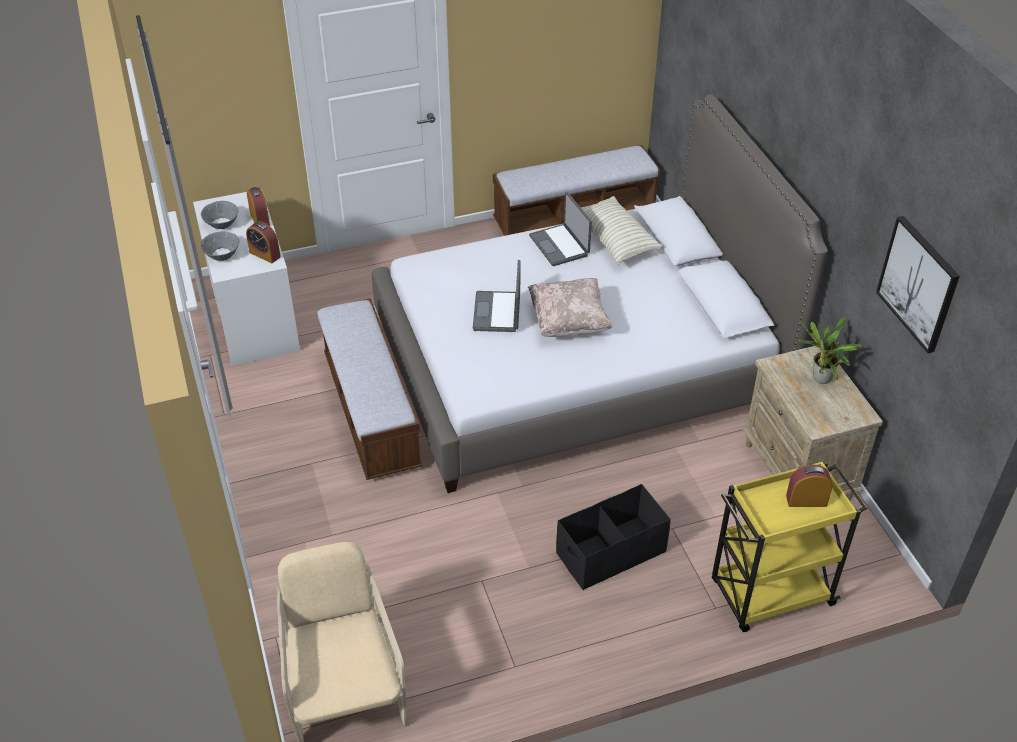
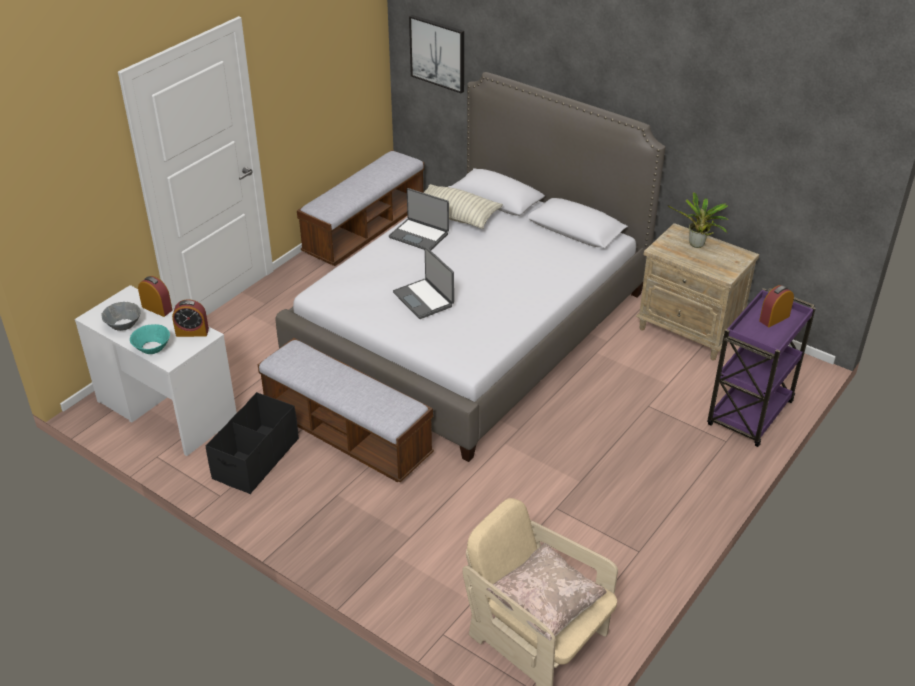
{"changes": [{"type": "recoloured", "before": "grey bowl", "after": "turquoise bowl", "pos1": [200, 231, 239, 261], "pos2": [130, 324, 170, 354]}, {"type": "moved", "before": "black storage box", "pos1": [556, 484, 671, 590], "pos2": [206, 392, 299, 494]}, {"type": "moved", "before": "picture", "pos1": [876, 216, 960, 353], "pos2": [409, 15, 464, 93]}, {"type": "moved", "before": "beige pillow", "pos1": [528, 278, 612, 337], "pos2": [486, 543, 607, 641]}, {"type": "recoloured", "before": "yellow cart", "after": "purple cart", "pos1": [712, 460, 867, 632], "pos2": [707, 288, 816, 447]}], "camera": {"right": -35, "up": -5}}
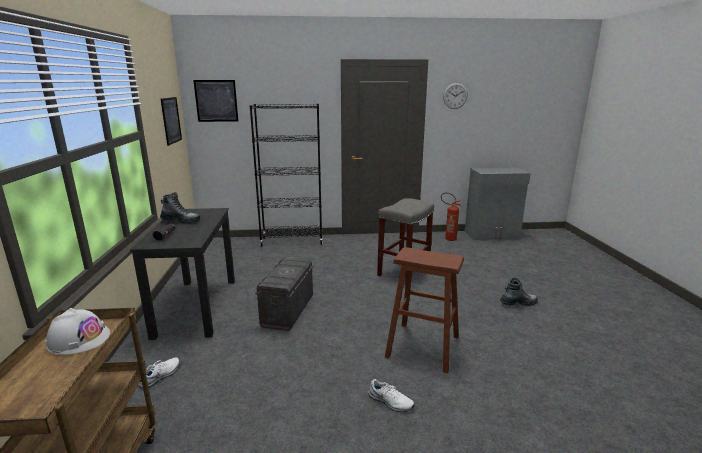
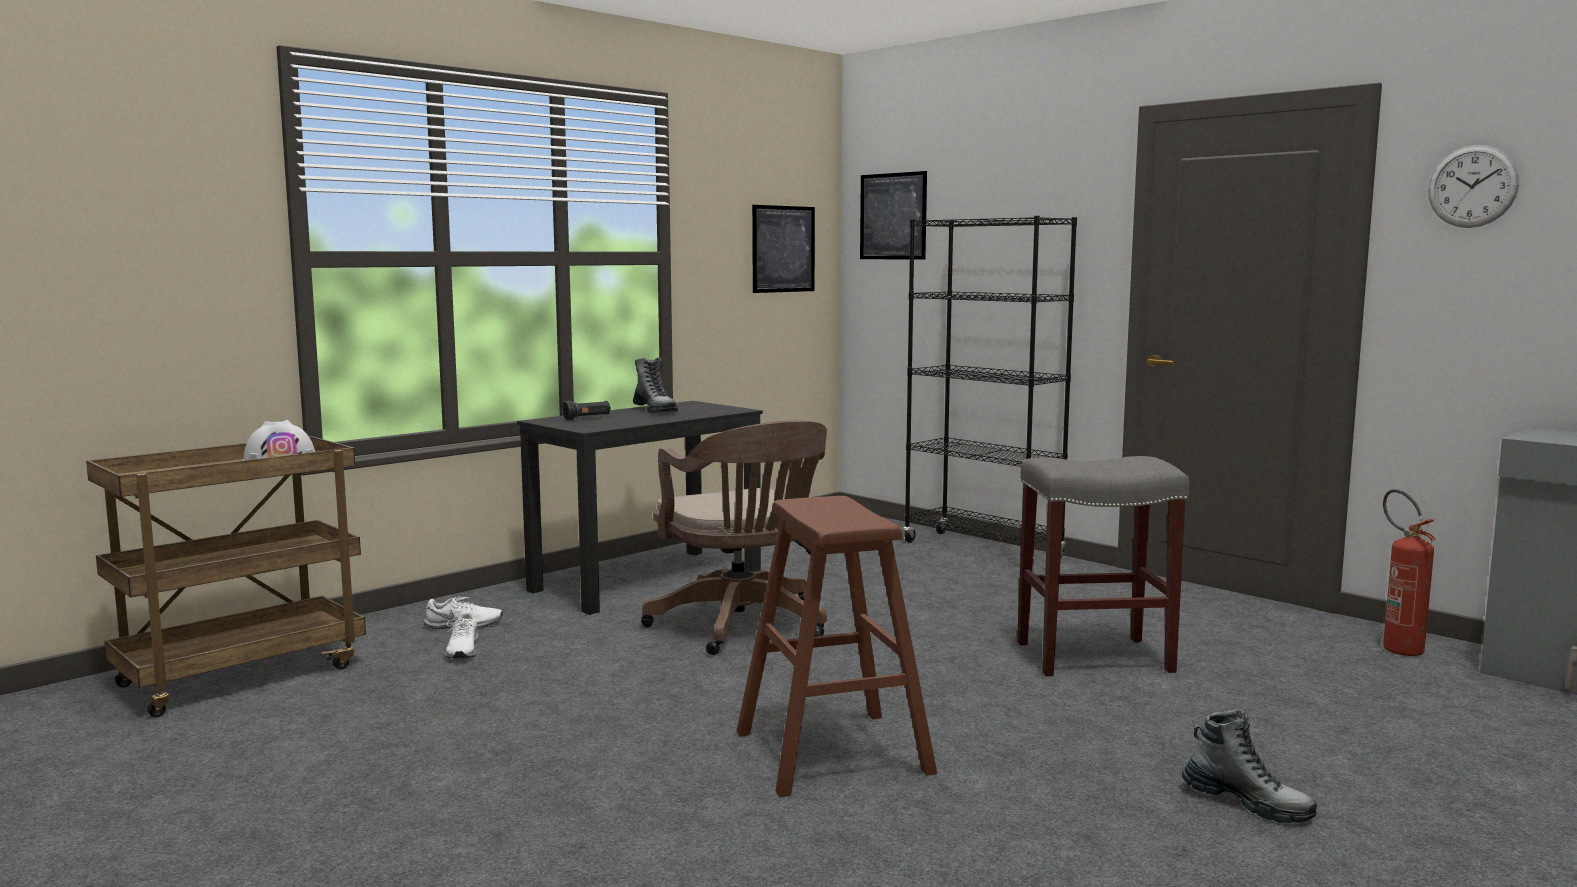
{"changes": [{"type": "moved", "before": "white shoe", "pos1": [368, 379, 414, 412], "pos2": [445, 612, 479, 659]}, {"type": "replaced", "before": "grey storage box", "after": "brown office chair", "pos1": [255, 257, 314, 331], "pos2": [641, 421, 827, 655]}], "camera": {"right": 50, "up": -10}}
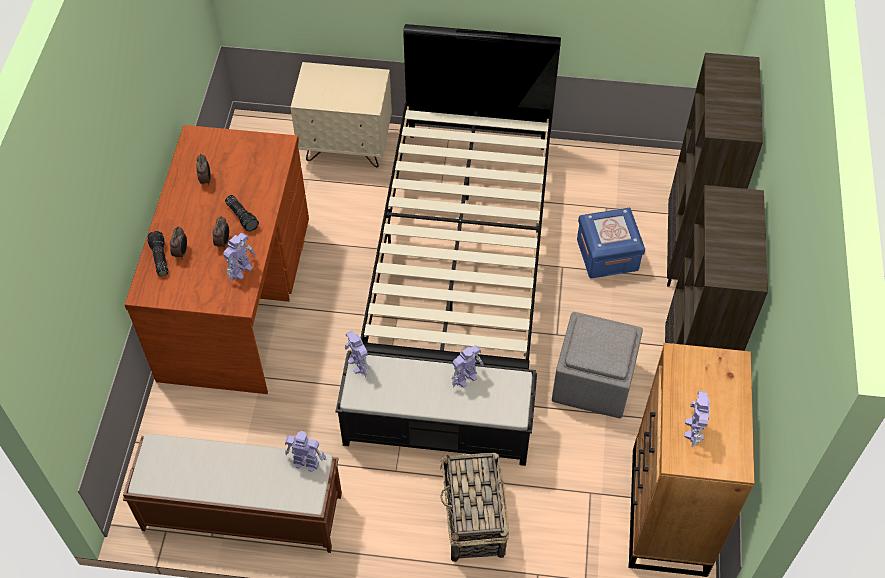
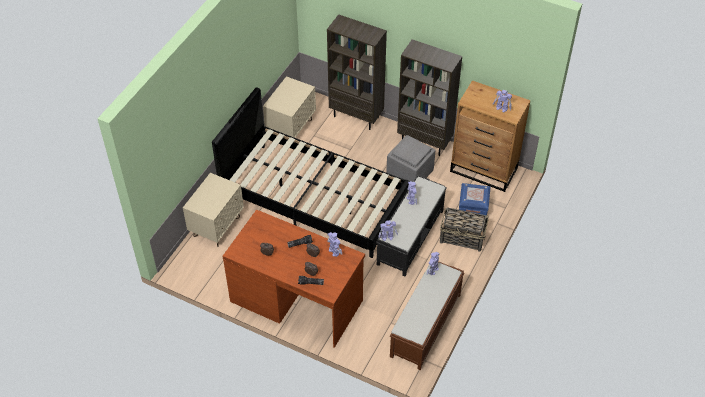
{"changes": [{"type": "added", "after": "beige nightstand", "pos2": [263, 76, 316, 138]}, {"type": "moved", "before": "blue storage box", "pos1": [577, 208, 645, 279], "pos2": [459, 183, 491, 215]}], "camera": {"right": -70, "up": -5}}
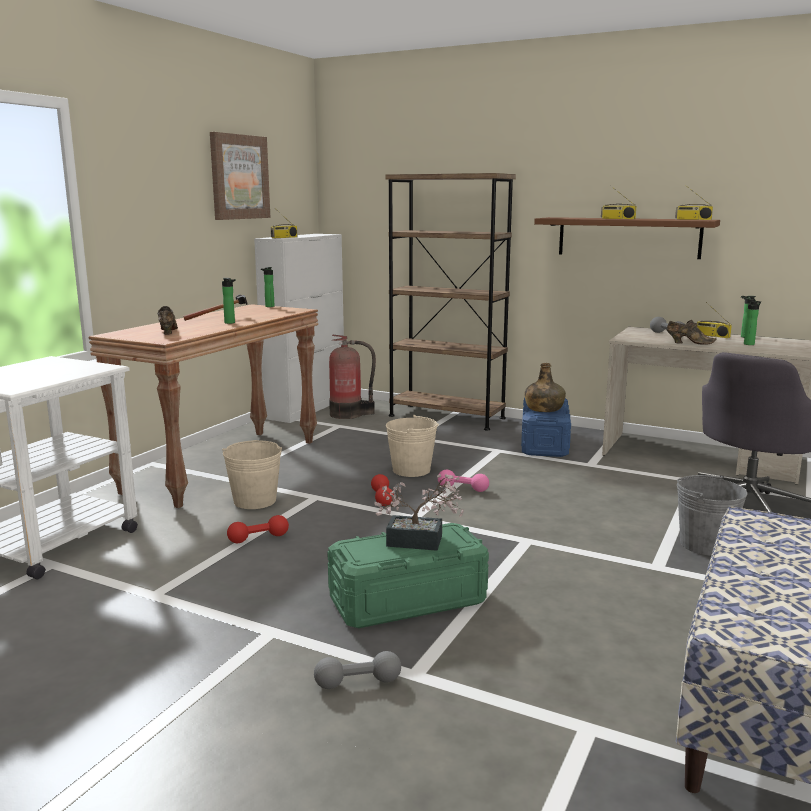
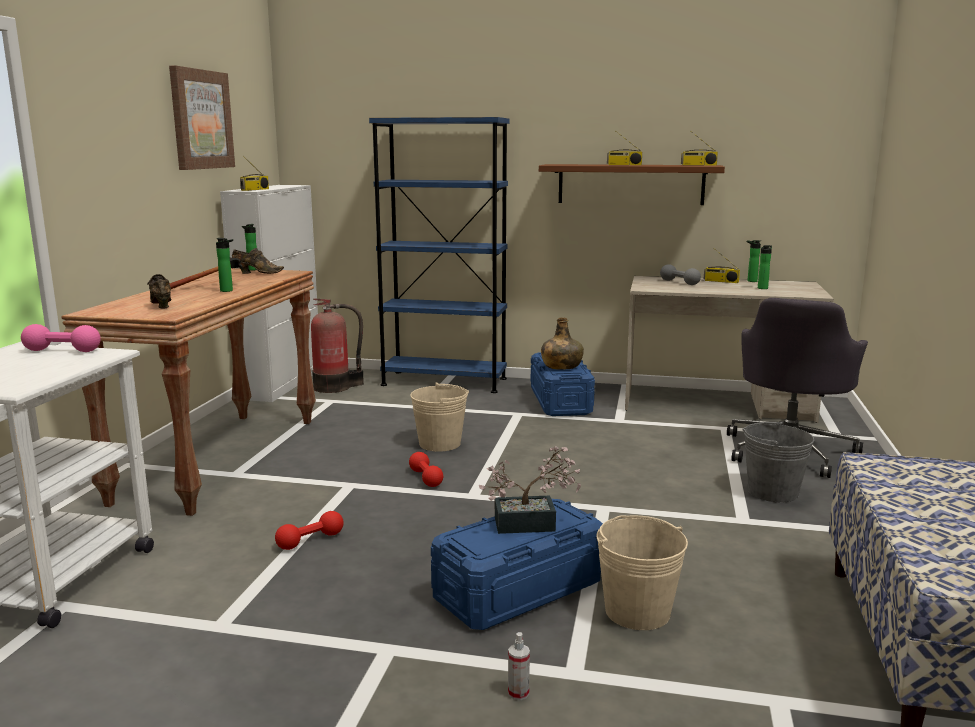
{"changes": [{"type": "moved", "before": "pink dumbbell", "pos1": [438, 470, 489, 492], "pos2": [21, 324, 101, 352]}, {"type": "moved", "before": "brown shoe", "pos1": [667, 320, 717, 345], "pos2": [232, 248, 284, 274]}, {"type": "recoloured", "before": "brown bookcase", "after": "blue bookcase", "pos1": [385, 173, 516, 430], "pos2": [369, 117, 510, 393]}, {"type": "recoloured", "before": "green storage box", "after": "blue storage box", "pos1": [327, 523, 489, 628], "pos2": [431, 499, 603, 630]}, {"type": "replaced", "before": "grey dumbbell", "after": "spray bottle", "pos1": [314, 651, 401, 689], "pos2": [508, 632, 530, 700]}, {"type": "moved", "before": "beige bucket", "pos1": [222, 440, 282, 509], "pos2": [596, 515, 688, 630]}], "camera": {"right": -15, "up": 0}}
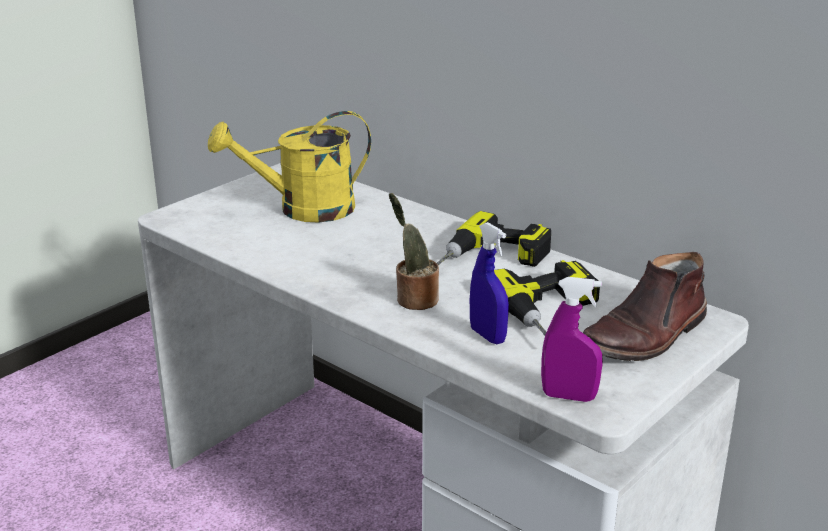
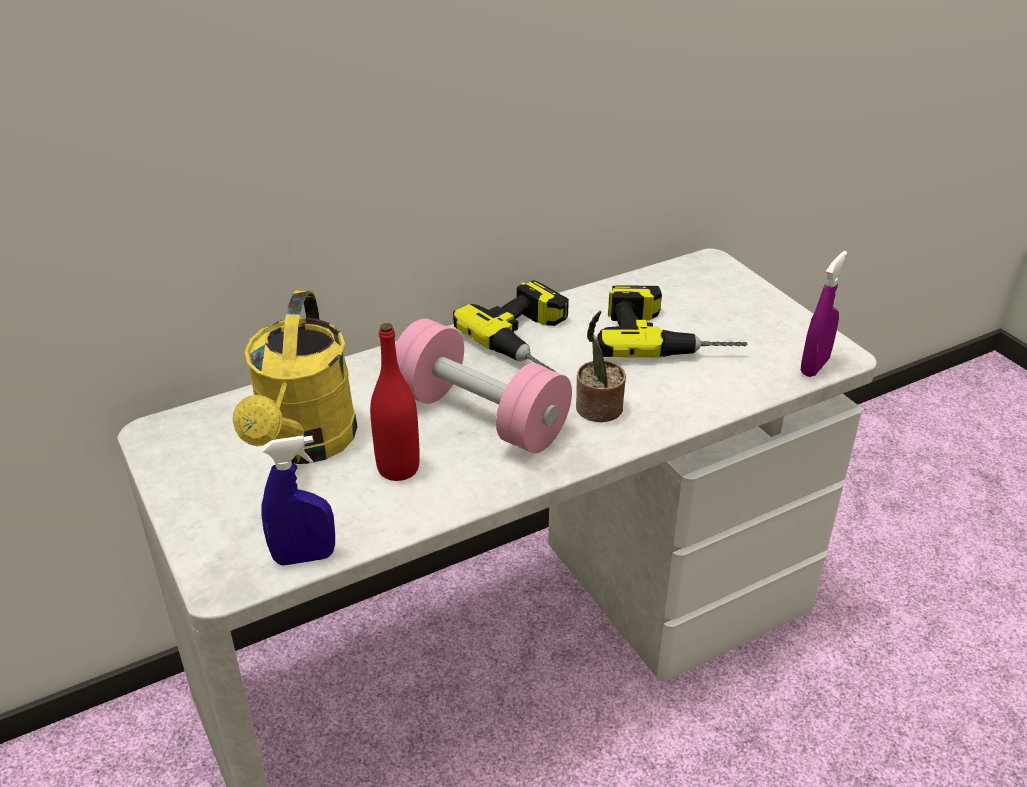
{"changes": [{"type": "moved", "before": "blue spray bottle", "pos1": [470, 222, 509, 344], "pos2": [261, 435, 335, 566]}, {"type": "added", "after": "red bottle", "pos2": [370, 323, 420, 481]}, {"type": "added", "after": "pink dumbbell", "pos2": [395, 318, 572, 454]}, {"type": "removed", "before": "brown boot", "pos1": [583, 252, 707, 361]}], "camera": {"right": -70, "up": 10}}
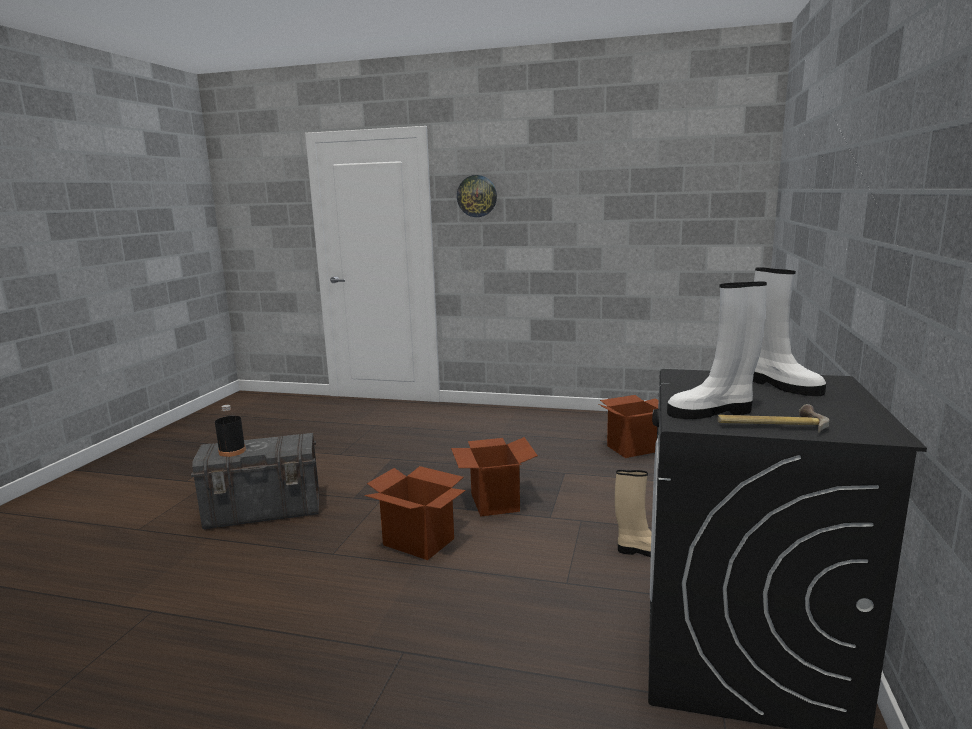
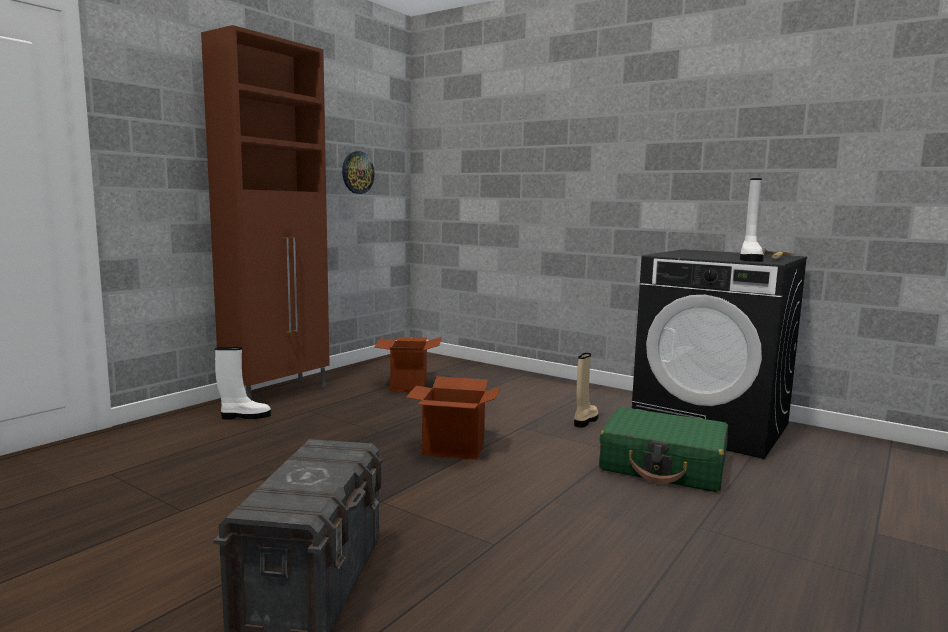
{"changes": [{"type": "added", "after": "brown cabinet", "pos2": [201, 25, 330, 400]}, {"type": "moved", "before": "white boot", "pos1": [753, 267, 826, 396], "pos2": [215, 347, 271, 420]}, {"type": "moved", "before": "wall clock", "pos1": [457, 175, 497, 217], "pos2": [342, 151, 375, 194]}, {"type": "added", "after": "green suitcase", "pos2": [599, 407, 728, 492]}, {"type": "removed", "before": "black bottle", "pos1": [215, 405, 246, 457]}, {"type": "removed", "before": "cardboard box", "pos1": [364, 466, 466, 560]}], "camera": {"right": -70, "up": -5}}
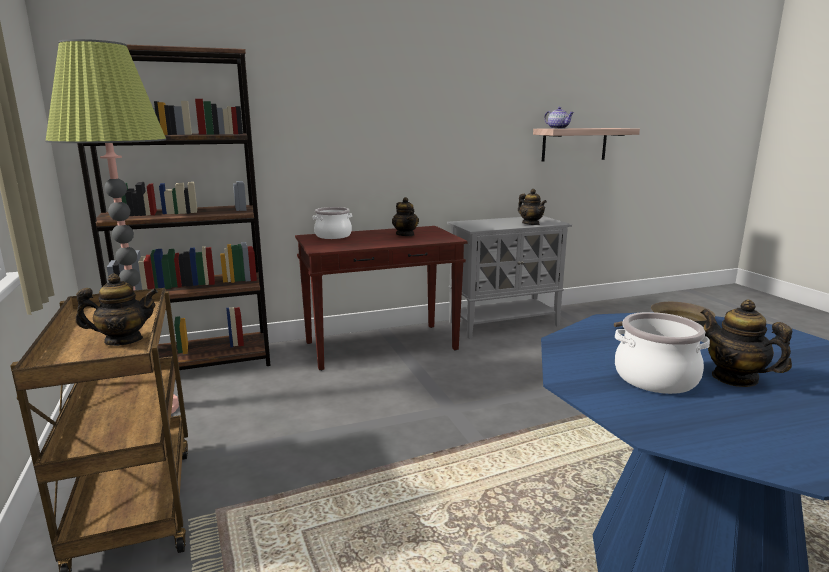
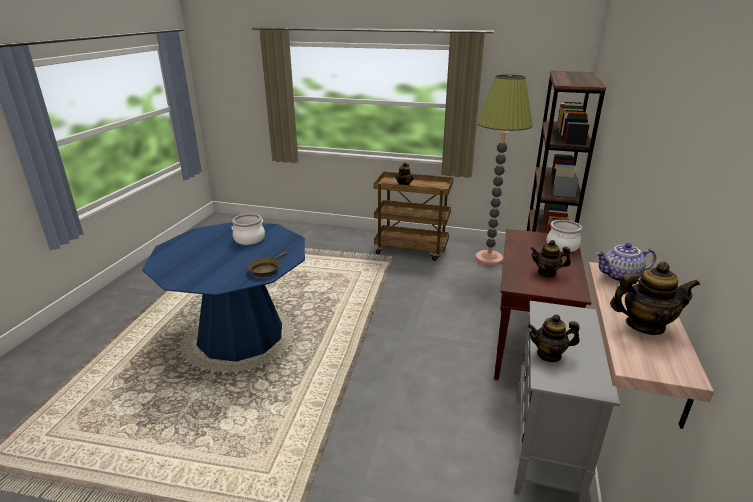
{"changes": [{"type": "moved", "before": "teapot", "pos1": [701, 299, 792, 387], "pos2": [610, 262, 700, 335]}], "camera": {"right": 125, "up": 10}}
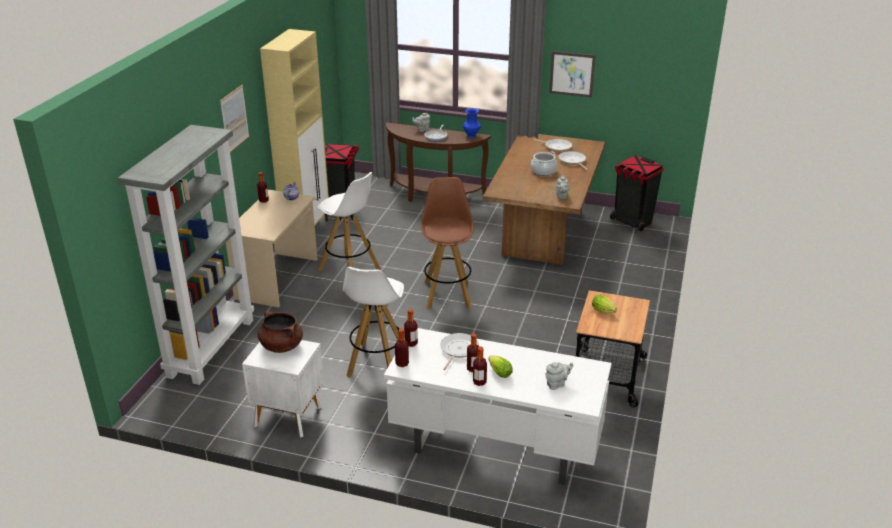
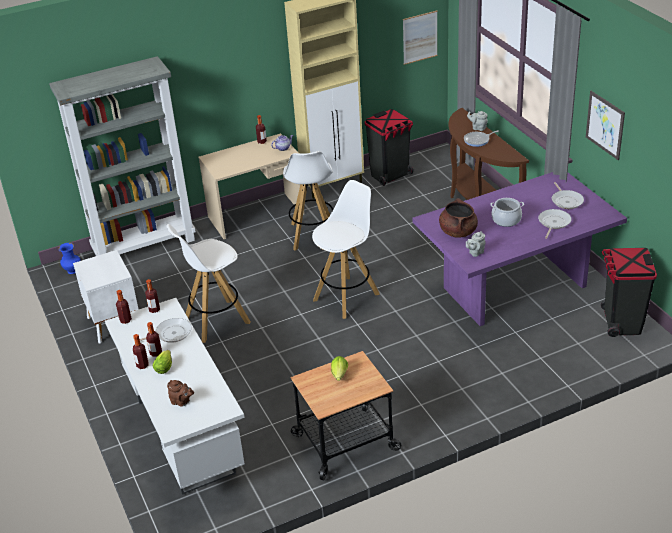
{"changes": [{"type": "moved", "before": "blue vase", "pos1": [463, 108, 481, 138], "pos2": [58, 243, 81, 274]}, {"type": "recoloured", "before": "grey teapot", "after": "brown teapot", "pos1": [546, 362, 573, 390], "pos2": [167, 380, 194, 407]}, {"type": "recoloured", "before": "brown stool", "after": "white stool", "pos1": [421, 177, 474, 310], "pos2": [312, 180, 380, 319]}, {"type": "moved", "before": "picture", "pos1": [220, 85, 249, 152], "pos2": [403, 11, 438, 65]}, {"type": "recoloured", "before": "brown dining table", "after": "purple dining table", "pos1": [483, 134, 605, 265], "pos2": [412, 172, 627, 326]}, {"type": "moved", "before": "brown cooking pot", "pos1": [258, 311, 303, 353], "pos2": [439, 198, 478, 238]}], "camera": {"right": 50, "up": 5}}
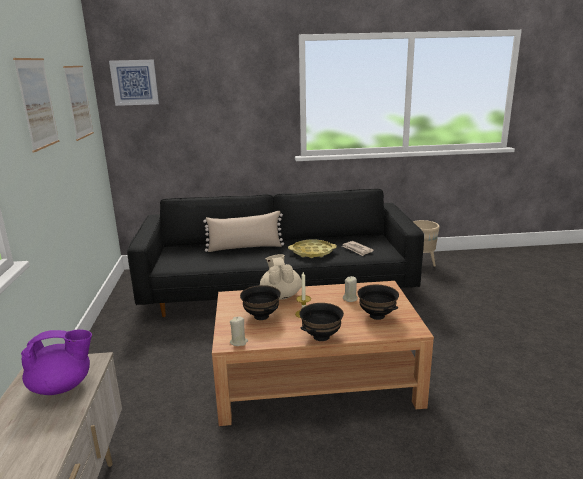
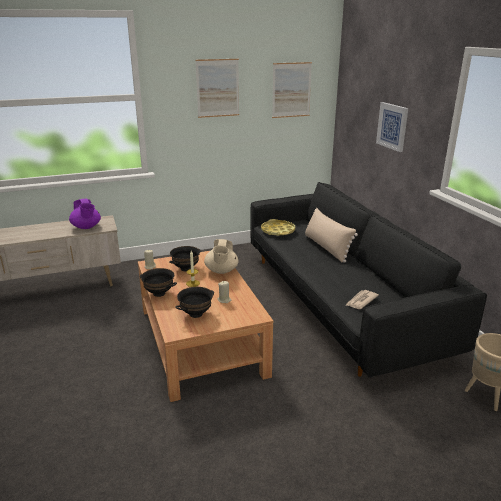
{"changes": [{"type": "turned", "before": "beige teapot", "pos1": [260, 254, 302, 300], "pos2": [204, 239, 238, 274], "turn": 120}, {"type": "moved", "before": "yellow tray", "pos1": [288, 239, 337, 258], "pos2": [261, 219, 295, 236]}, {"type": "moved", "before": "picture", "pos1": [109, 60, 159, 106], "pos2": [376, 102, 408, 152]}], "camera": {"right": 75, "up": 5}}
